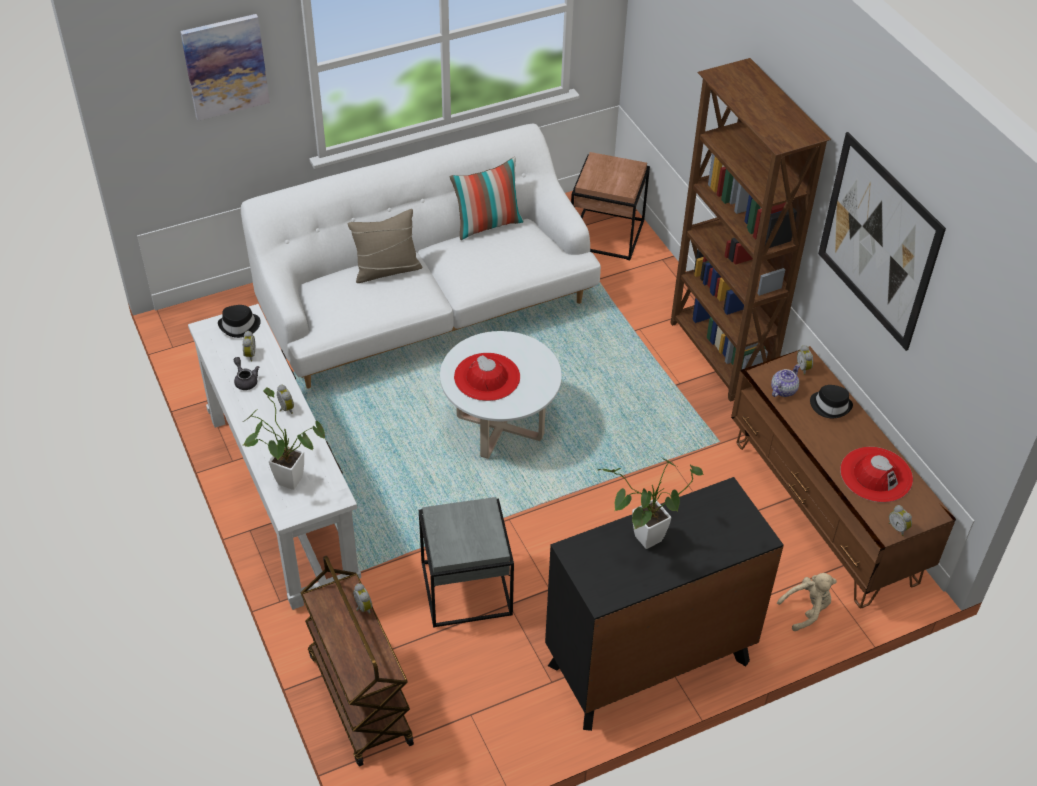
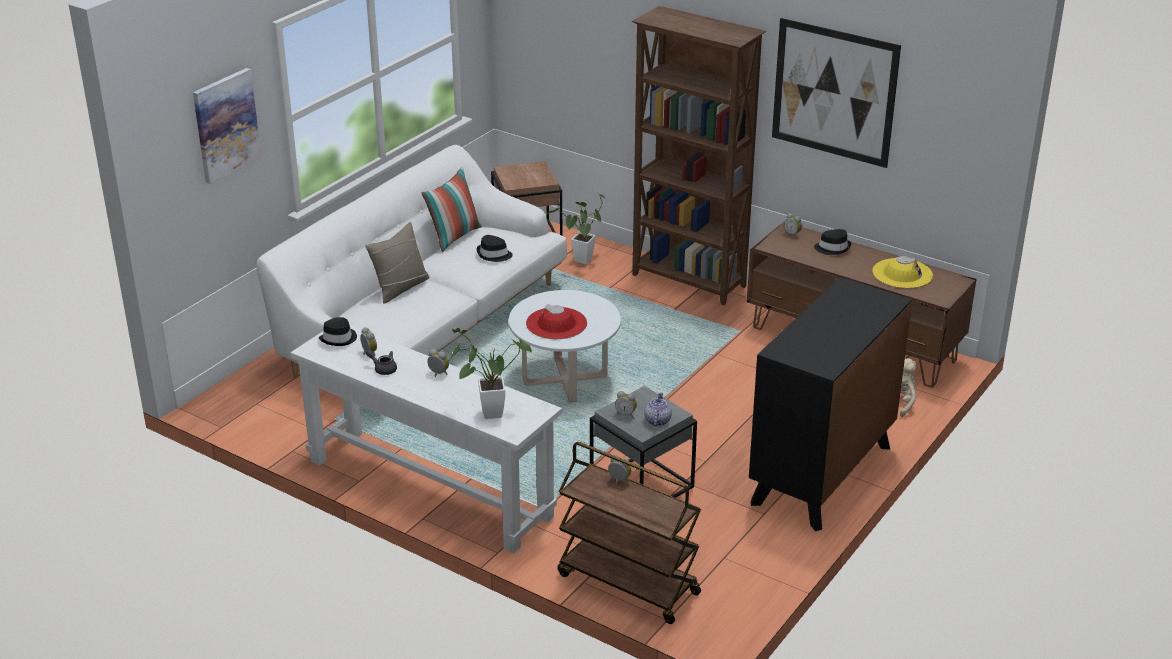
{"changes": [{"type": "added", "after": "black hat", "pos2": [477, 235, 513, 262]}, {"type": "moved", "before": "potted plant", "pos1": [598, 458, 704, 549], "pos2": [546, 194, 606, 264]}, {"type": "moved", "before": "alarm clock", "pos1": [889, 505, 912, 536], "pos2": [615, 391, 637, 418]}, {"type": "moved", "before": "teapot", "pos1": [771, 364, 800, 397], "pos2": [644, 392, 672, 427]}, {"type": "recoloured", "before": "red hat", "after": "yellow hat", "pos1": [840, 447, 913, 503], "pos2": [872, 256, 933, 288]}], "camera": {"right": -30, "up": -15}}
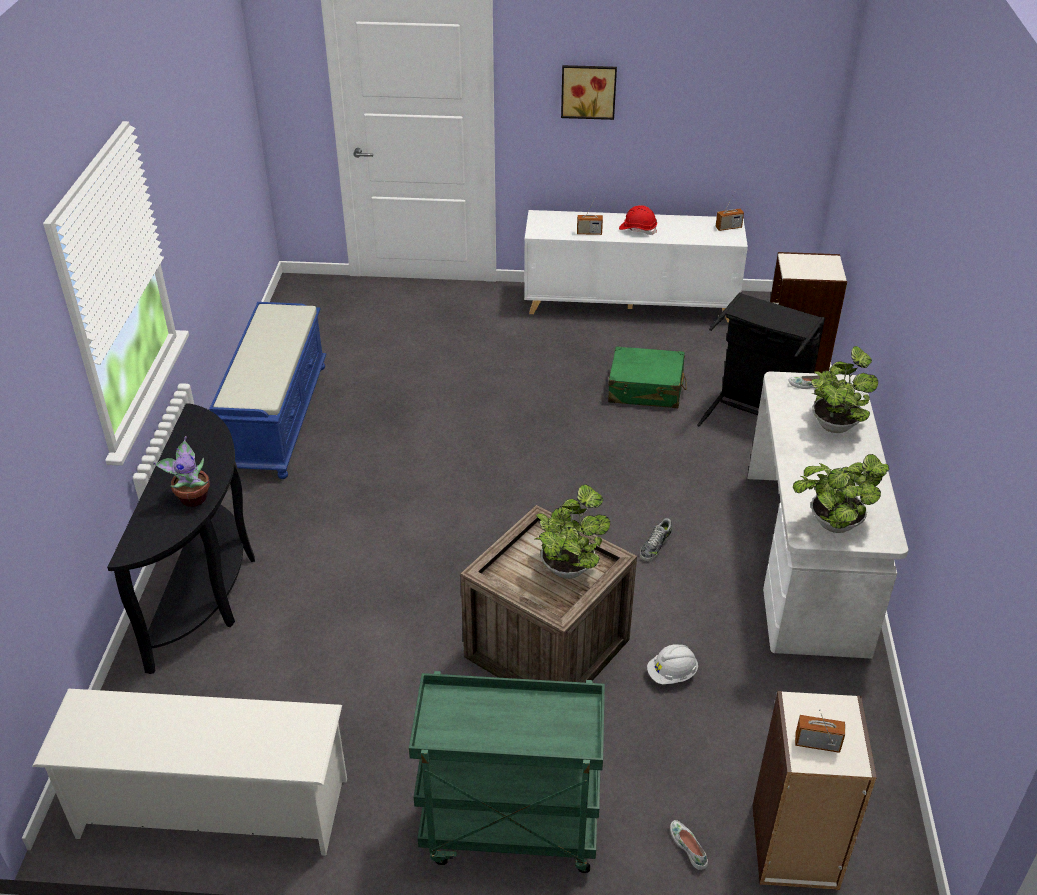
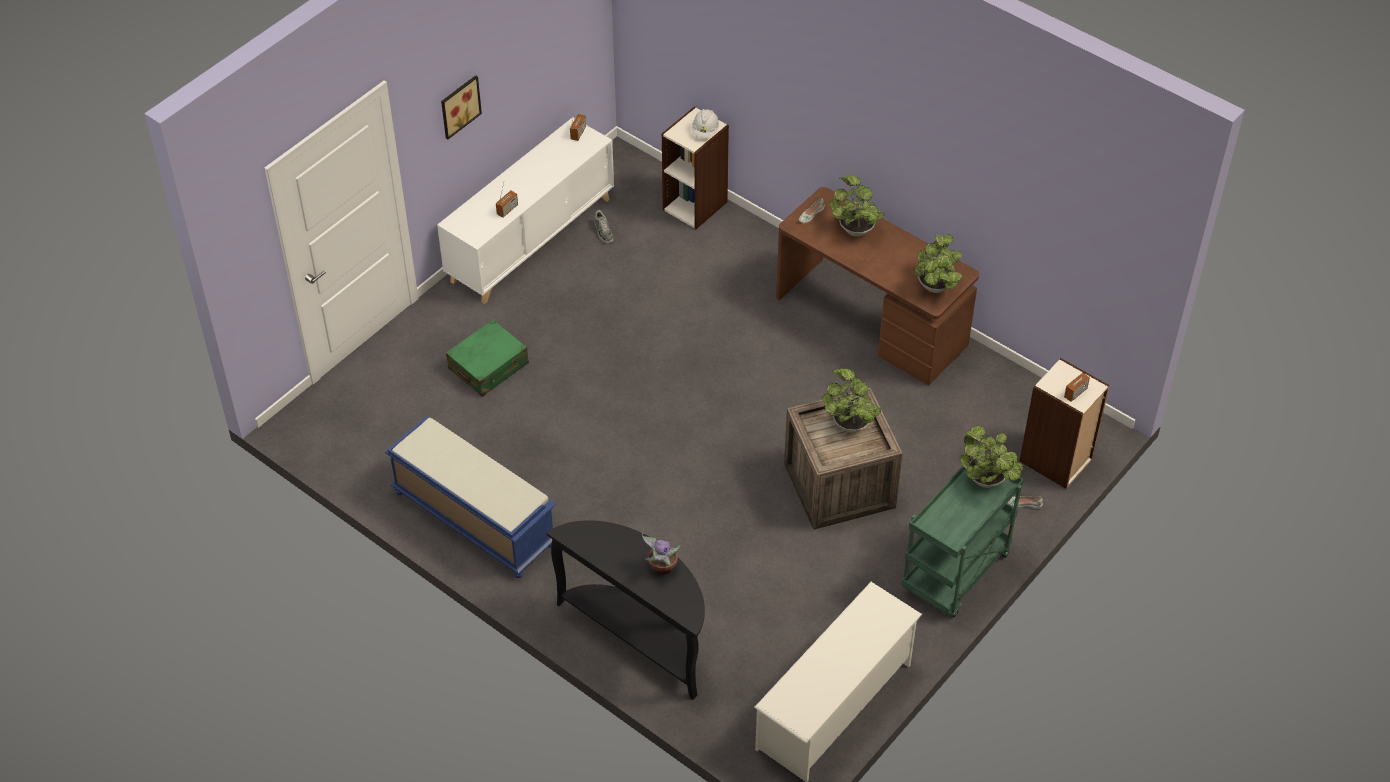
{"changes": [{"type": "moved", "before": "green suitcase", "pos1": [608, 346, 687, 408], "pos2": [446, 319, 529, 397]}, {"type": "moved", "before": "shoe", "pos1": [640, 518, 672, 561], "pos2": [594, 210, 613, 244]}, {"type": "moved", "before": "white hard hat", "pos1": [647, 644, 698, 684], "pos2": [692, 109, 719, 138]}, {"type": "recoloured", "before": "white desk", "after": "brown desk", "pos1": [747, 371, 909, 659], "pos2": [776, 187, 979, 385]}, {"type": "added", "after": "potted plant", "pos2": [960, 426, 1023, 488]}, {"type": "removed", "before": "red hard hat", "pos1": [619, 205, 657, 235]}, {"type": "removed", "before": "black laundry basket", "pos1": [697, 292, 825, 426]}], "camera": {"right": -55, "up": 10}}
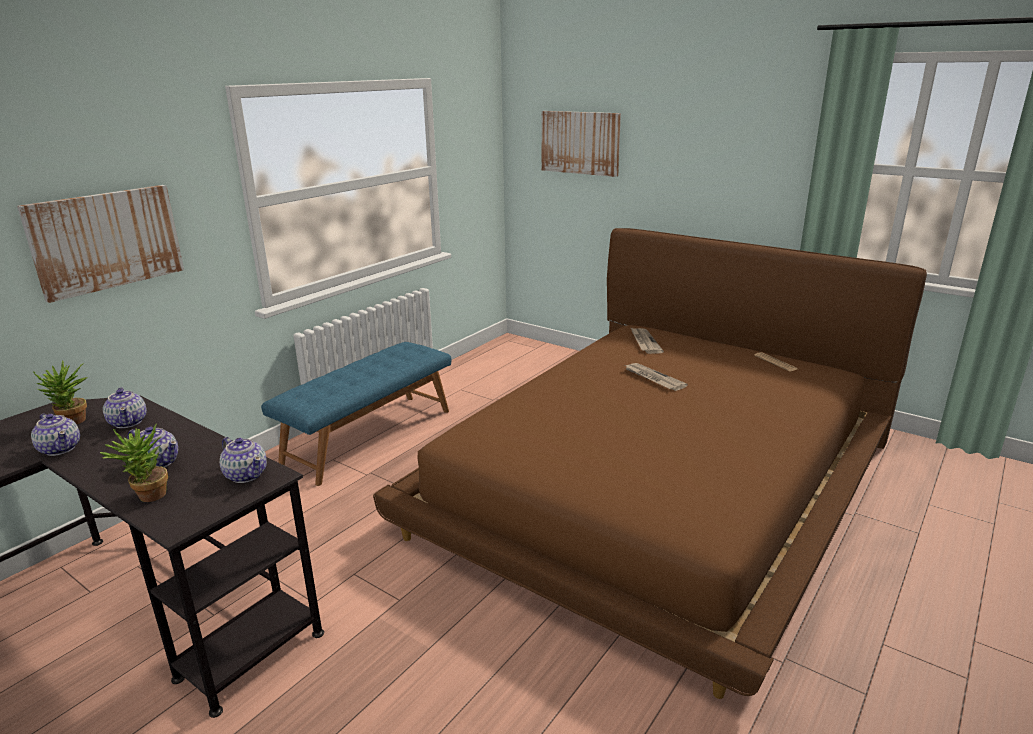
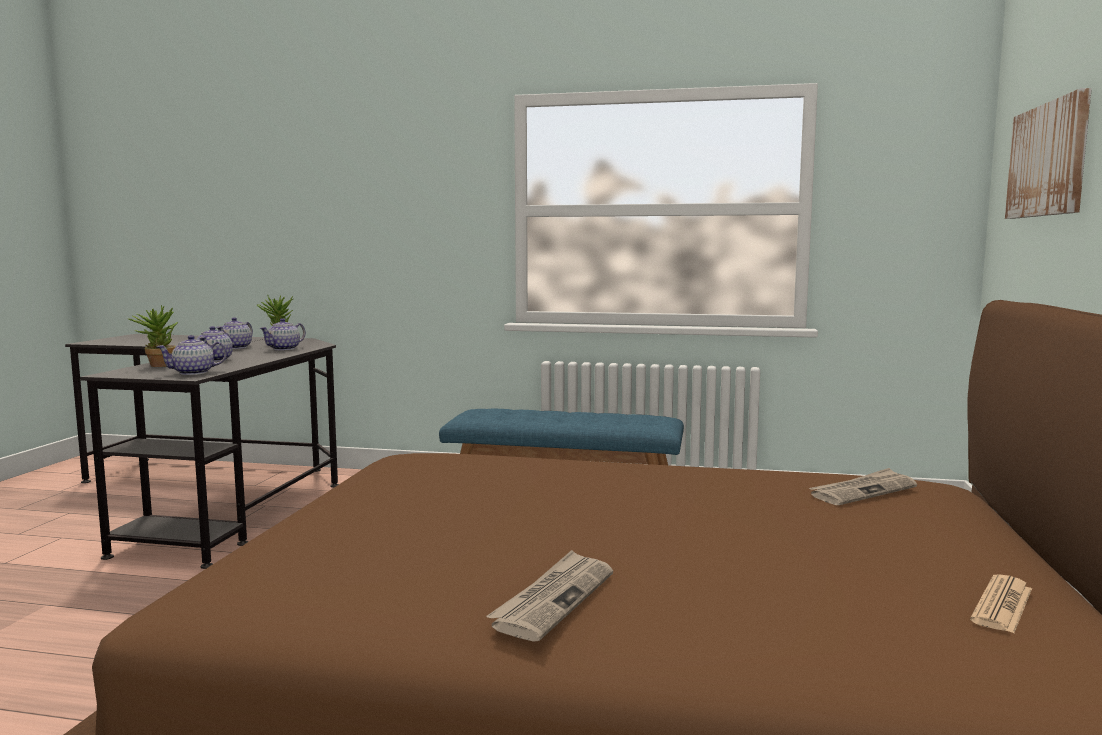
{"changes": [{"type": "turned", "before": "teapot", "pos1": [220, 437, 267, 483], "pos2": [157, 335, 227, 375], "turn": 45}, {"type": "moved", "before": "newspaper", "pos1": [625, 363, 688, 391], "pos2": [486, 550, 613, 642]}, {"type": "removed", "before": "picture", "pos1": [17, 185, 184, 303]}], "camera": {"right": 65, "up": -15}}
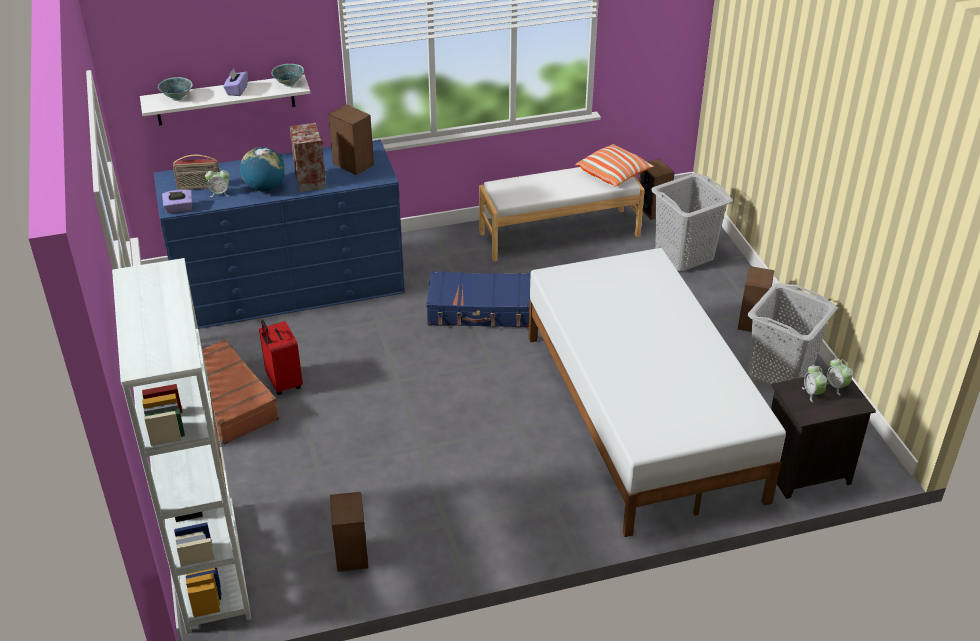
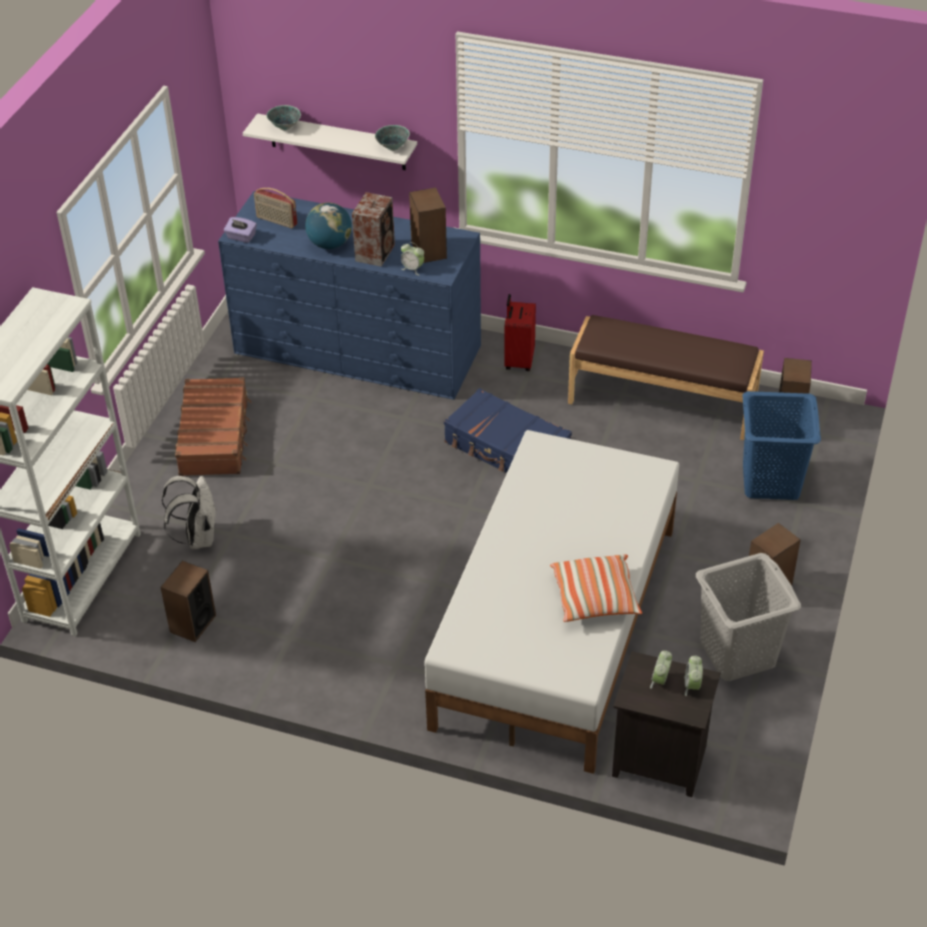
{"changes": [{"type": "added", "after": "white backpack", "pos2": [162, 476, 217, 549]}, {"type": "moved", "before": "alarm clock", "pos1": [205, 167, 229, 197], "pos2": [401, 242, 424, 275]}, {"type": "moved", "before": "red suitcase", "pos1": [259, 320, 303, 395], "pos2": [504, 294, 536, 371]}, {"type": "moved", "before": "pillow", "pos1": [575, 144, 654, 187], "pos2": [550, 554, 642, 622]}, {"type": "recoloured", "before": "white bench", "after": "brown bench", "pos1": [479, 167, 645, 262], "pos2": [568, 315, 764, 440]}, {"type": "recoloured", "before": "grey laundry basket", "after": "blue laundry basket", "pos1": [651, 173, 733, 271], "pos2": [743, 391, 821, 500]}, {"type": "removed", "before": "purple tissue box", "pos1": [223, 68, 248, 96]}], "camera": {"right": 35, "up": 5}}
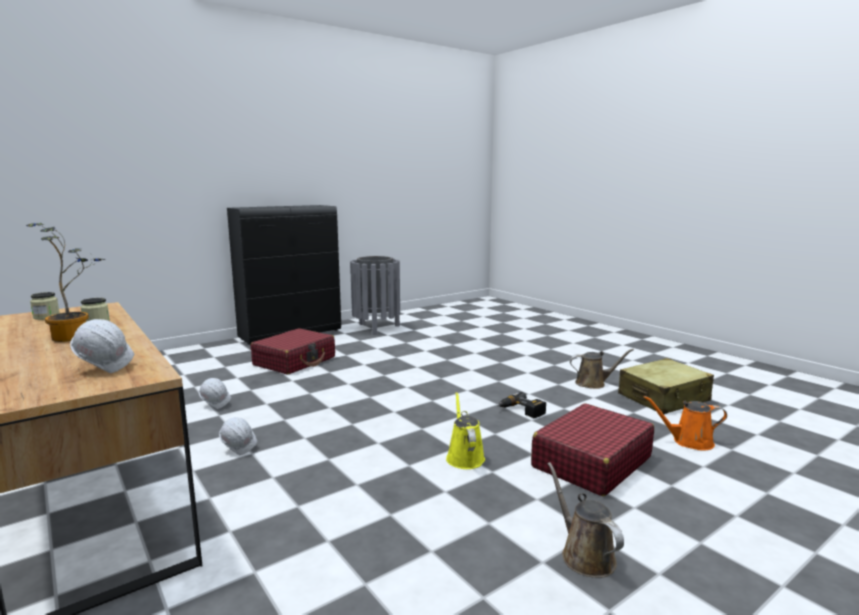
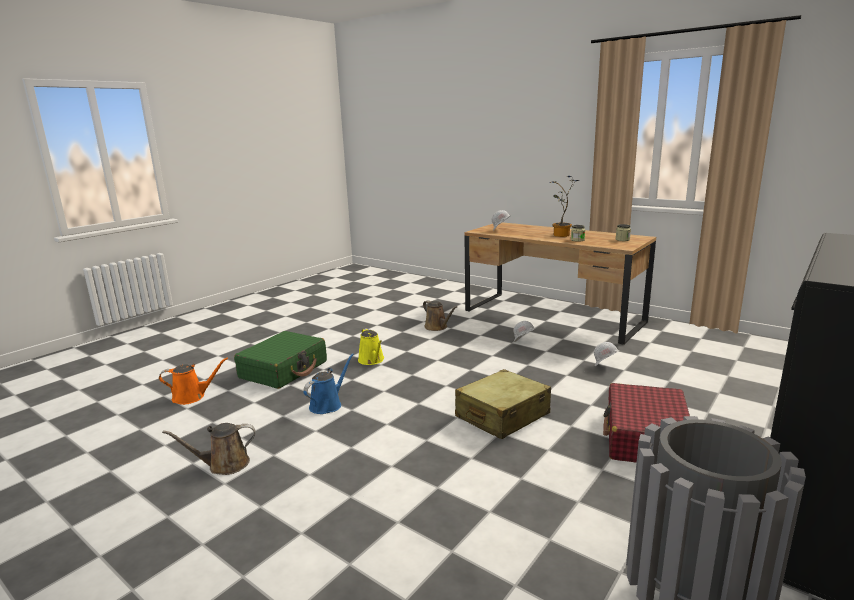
{"changes": [{"type": "recoloured", "before": "red suitcase", "after": "green suitcase", "pos1": [531, 403, 654, 496], "pos2": [234, 331, 327, 389]}, {"type": "replaced", "before": "power drill", "after": "blue watering can", "pos1": [498, 392, 546, 418], "pos2": [303, 353, 354, 414]}, {"type": "moved", "before": "brown watering can", "pos1": [548, 462, 624, 578], "pos2": [423, 300, 457, 331]}, {"type": "moved", "before": "beige suitcase", "pos1": [618, 358, 714, 414], "pos2": [455, 369, 551, 439]}], "camera": {"right": 165, "up": 5}}
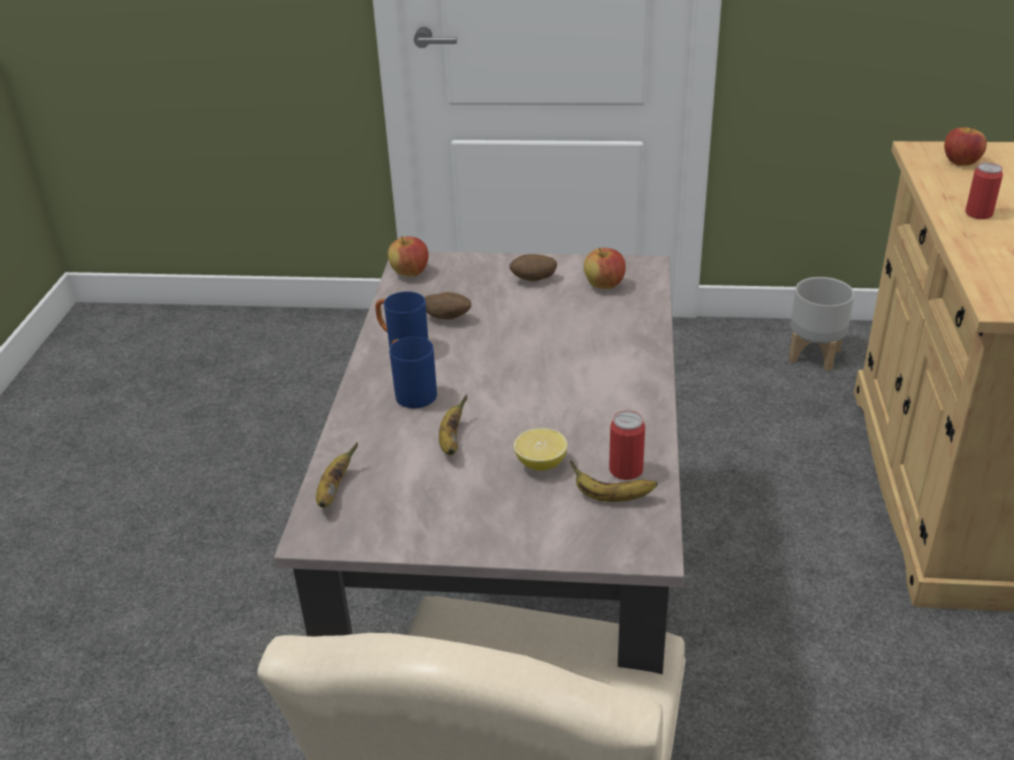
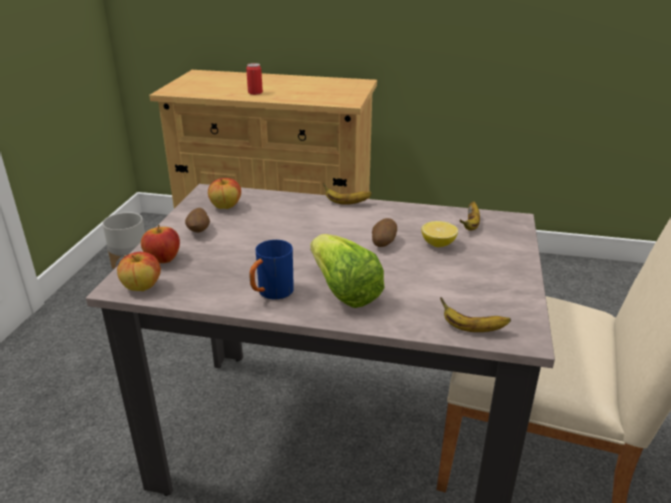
{"changes": [{"type": "moved", "before": "apple", "pos1": [944, 126, 987, 166], "pos2": [141, 224, 180, 263]}, {"type": "replaced", "before": "blue mug", "after": "lettuce", "pos1": [389, 337, 437, 409], "pos2": [310, 234, 385, 308]}, {"type": "moved", "before": "banana", "pos1": [439, 394, 467, 455], "pos2": [323, 183, 372, 205]}, {"type": "moved", "before": "potato", "pos1": [425, 292, 471, 320], "pos2": [372, 218, 397, 247]}, {"type": "removed", "before": "can", "pos1": [609, 410, 645, 480]}], "camera": {"right": -85, "up": -5}}
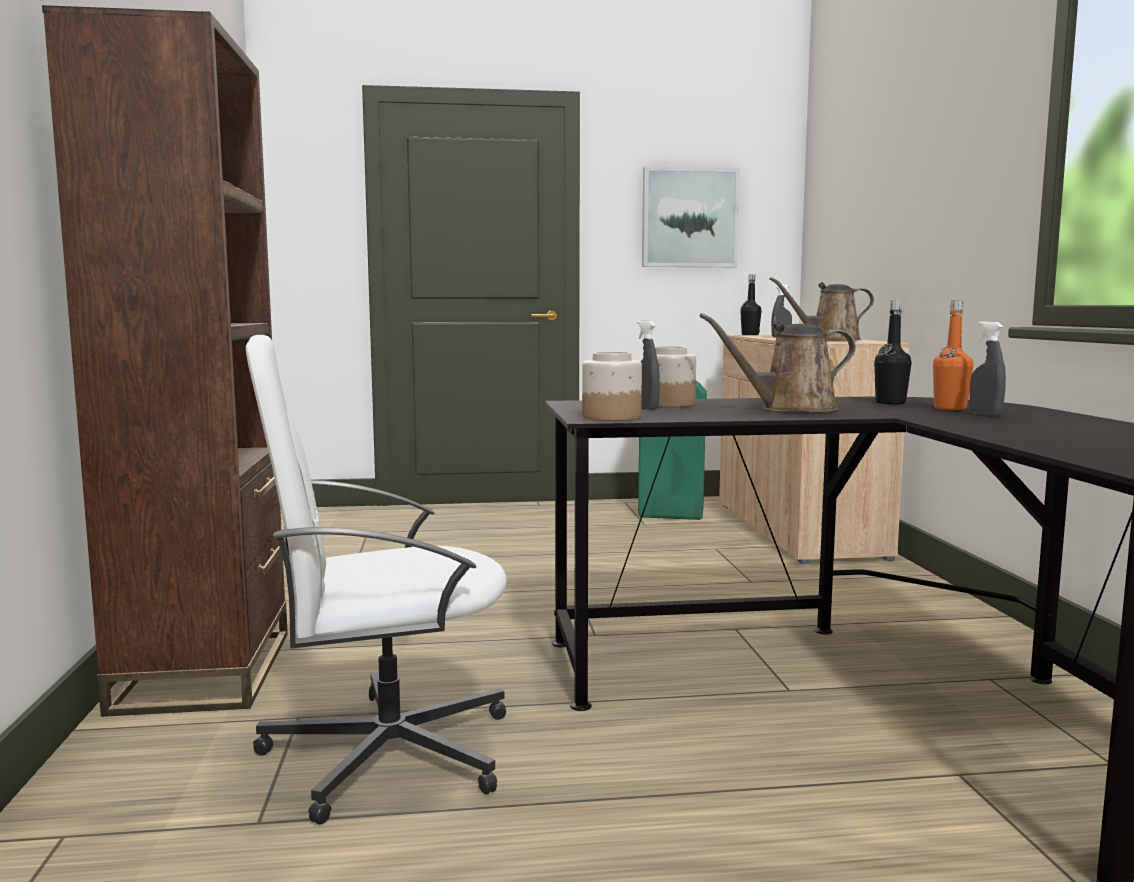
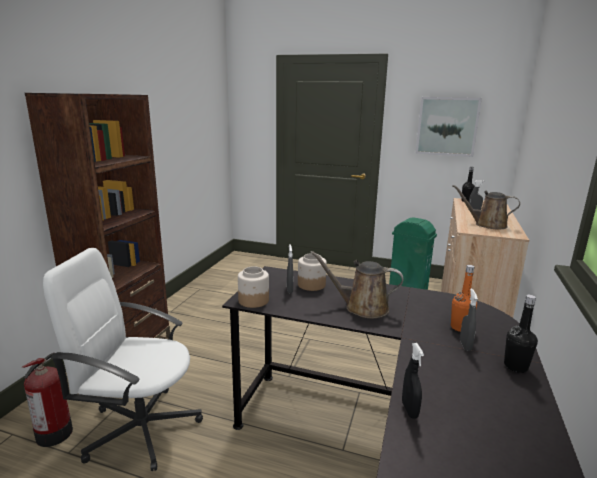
{"changes": [{"type": "added", "after": "fire extinguisher", "pos2": [22, 353, 73, 447]}, {"type": "added", "after": "black spray bottle", "pos2": [402, 343, 424, 419]}, {"type": "moved", "before": "black bottle", "pos1": [874, 301, 912, 404], "pos2": [504, 295, 538, 373]}], "camera": {"right": 25, "up": 10}}
